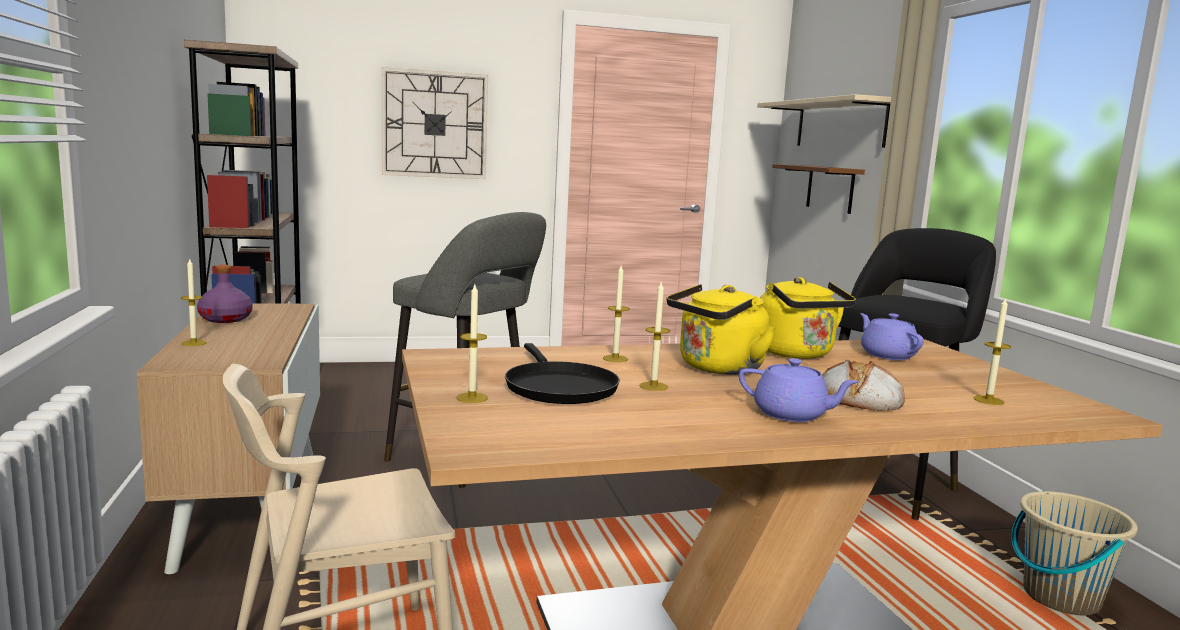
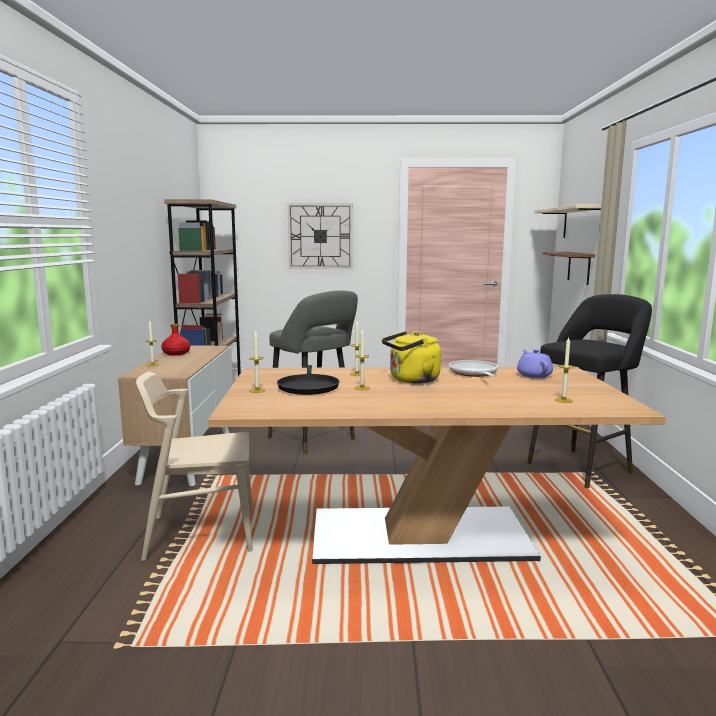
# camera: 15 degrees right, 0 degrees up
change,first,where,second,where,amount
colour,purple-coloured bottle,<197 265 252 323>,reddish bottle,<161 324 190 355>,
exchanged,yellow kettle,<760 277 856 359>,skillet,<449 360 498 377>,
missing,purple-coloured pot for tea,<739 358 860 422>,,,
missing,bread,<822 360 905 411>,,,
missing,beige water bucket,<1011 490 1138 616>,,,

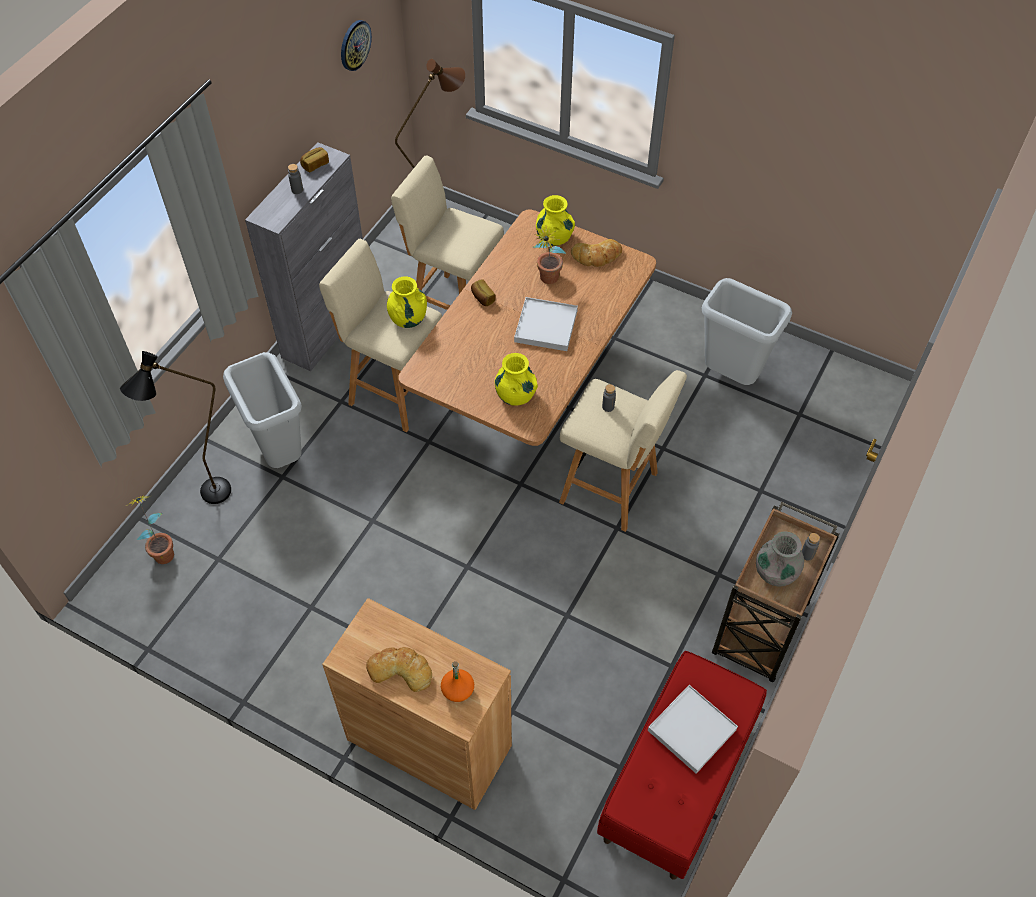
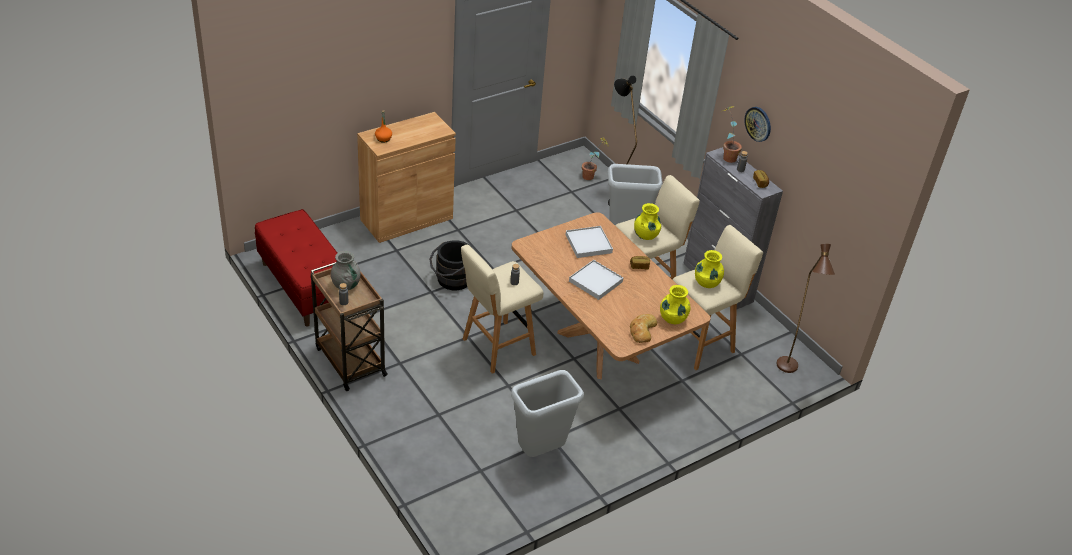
# camera: 115 degrees right, 15 degrees down
change,first,where,second,where,amount
appeared,,,black water bucket,<429 240 469 290>,
relocated,white-coloured tray,<648 685 738 774>,,<566 226 613 258>,
relocated,yellow decorative vase,<495 353 538 406>,,<695 250 724 288>,
relocated,houseplant,<533 228 566 284>,,<723 107 742 163>,
relocated,clock on the wall,<341 20 372 71>,,<744 107 771 142>,
missing,bread,<366 647 432 692>,,,

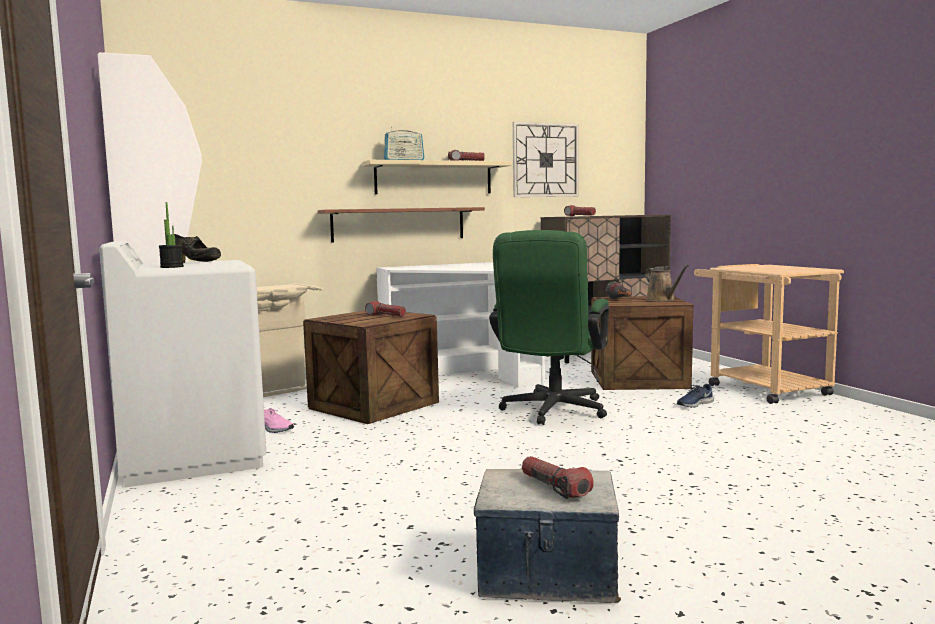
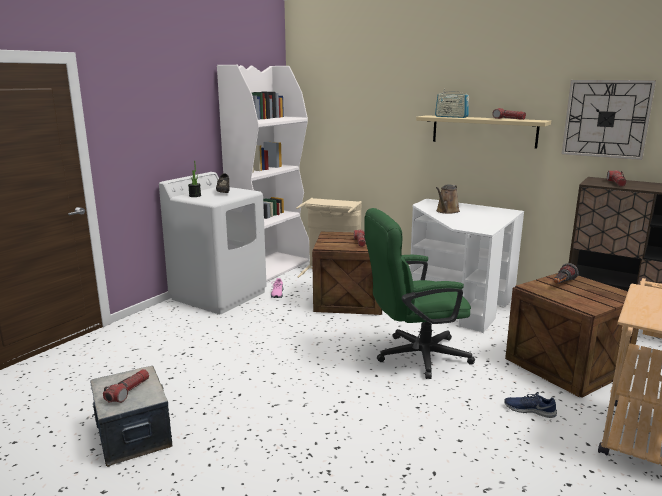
# camera: 55 degrees right, 10 degrees up
change,first,where,second,where,amount
relocated,brown-coloured watering pot,<645 265 689 302>,,<436 185 460 214>,
missing,brown-coloured bracket shelf,<318 207 485 243>,,,

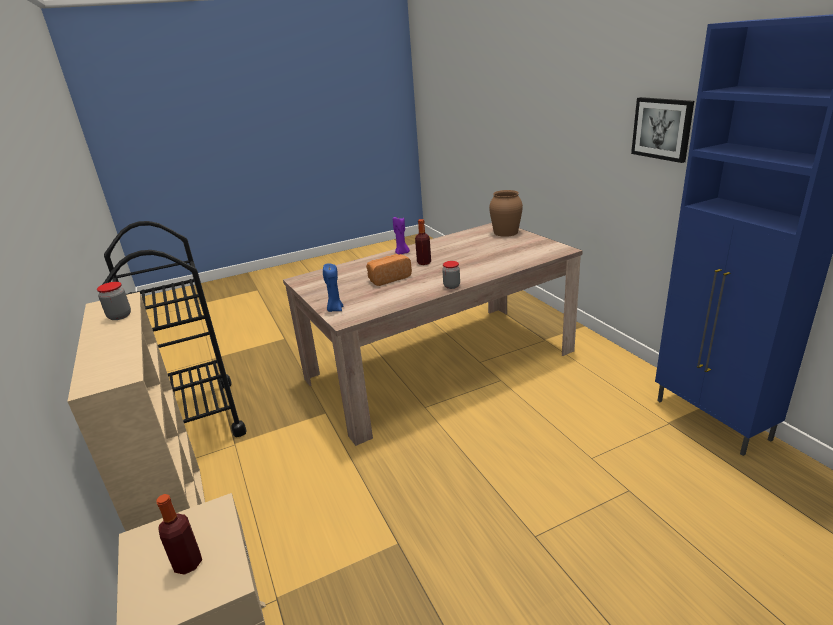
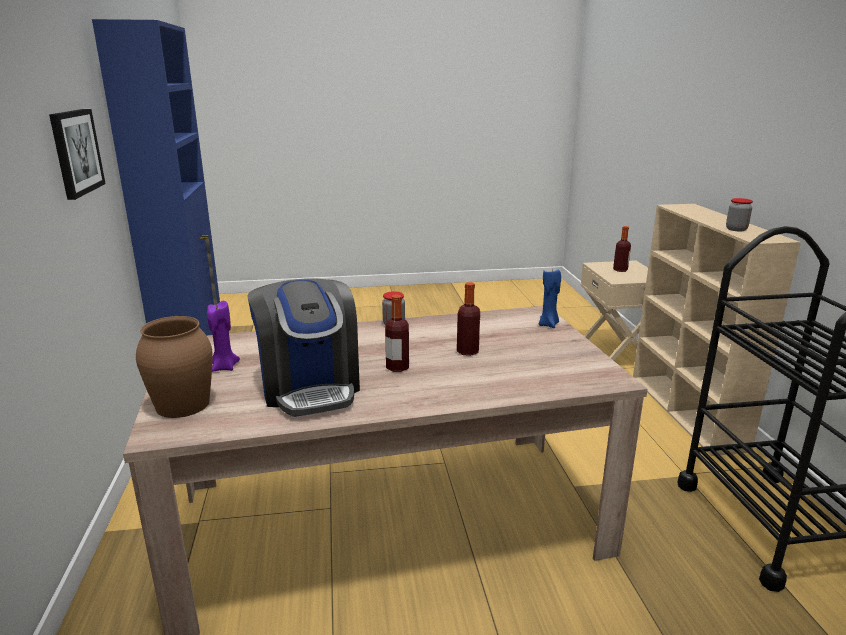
# camera: 165 degrees left, 5 degrees down
change,first,where,second,where,amount
relocated,purple-coloured wax light,<393 217 410 254>,,<207 301 240 372>,
appeared,,,coffee maker,<247 278 360 417>,
exchanged,bread,<366 254 412 286>,bottle,<457 282 480 356>,

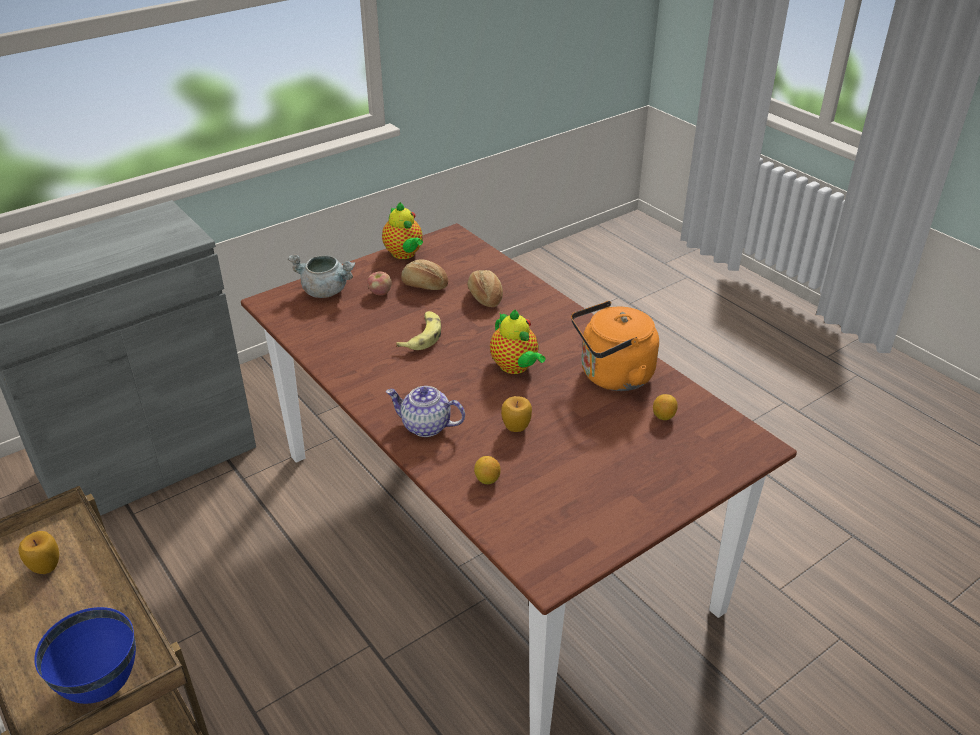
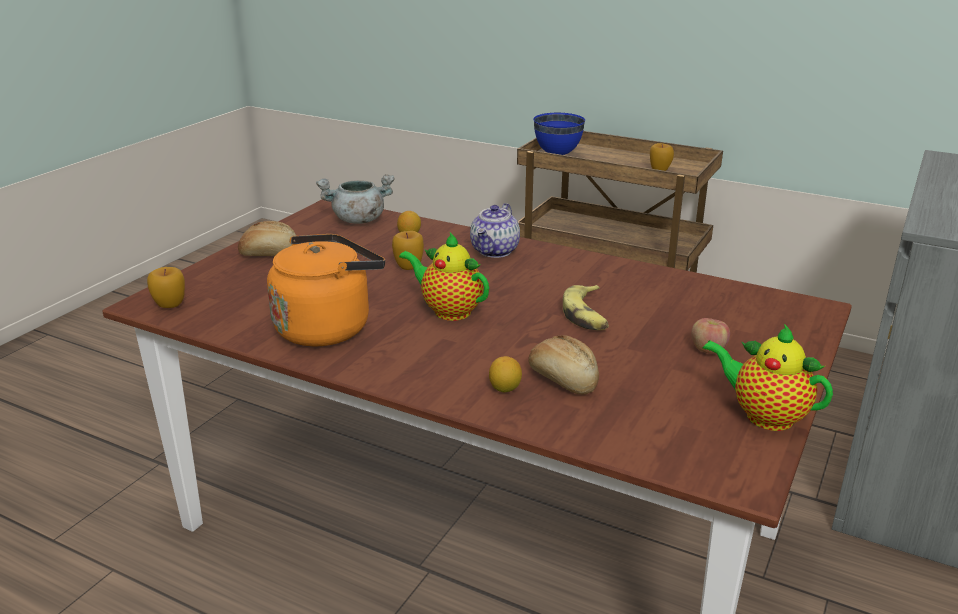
# camera: 155 degrees right, 10 degrees down
change,first,where,second,where,amount
appeared,,,apple,<147 267 185 308>,
relocated,bread,<401 259 448 290>,,<238 221 297 256>,
relocated,greyish saucepot,<288 254 355 298>,,<316 174 395 224>,
spun,pot for tea,<386 386 465 437>,,<470 203 520 258>,120 degrees clockwise
relocated,citrus fruit,<653 394 678 420>,,<489 356 522 392>,

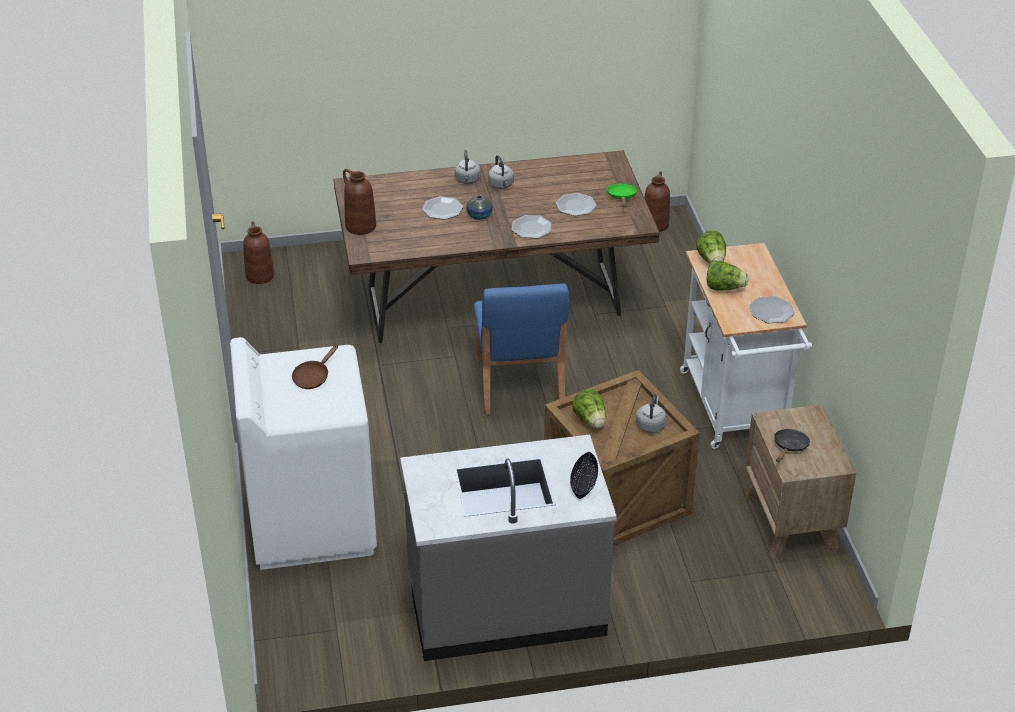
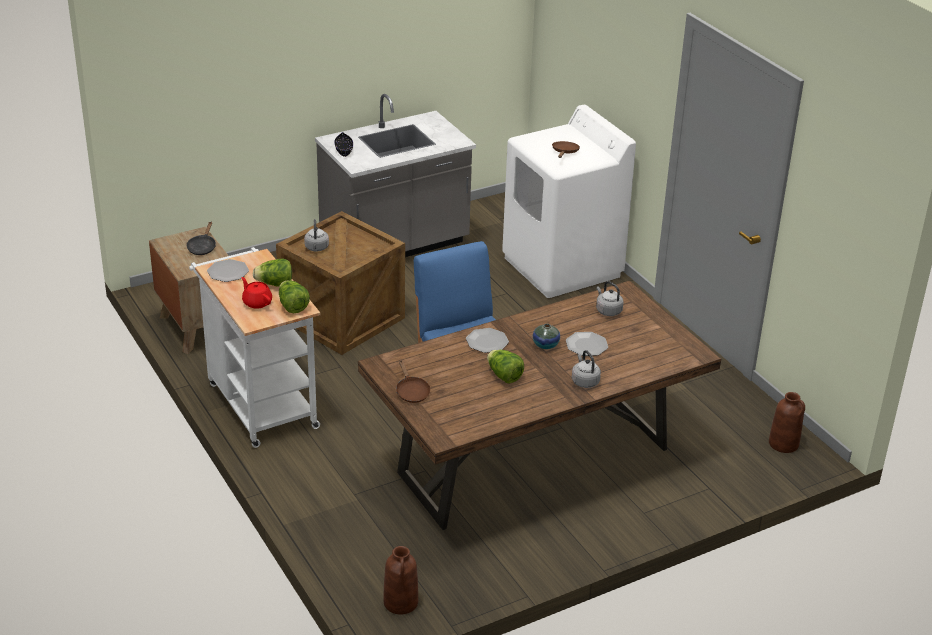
# camera: 160 degrees right, 5 degrees down
change,first,where,second,where,amount
appeared,,,reddish pot for tea,<241 277 272 309>,
colour,green skillet,<606 183 638 207>,brown-coloured skillet,<396 360 430 403>,
relocated,head of lettuce,<572 389 606 428>,,<487 350 524 383>,
relocated,greyish kettle,<488 155 514 189>,,<596 281 623 316>,
missing,brown-coloured decorative vase,<343 169 376 235>,,,
missing,dinner plate,<556 193 597 216>,,,

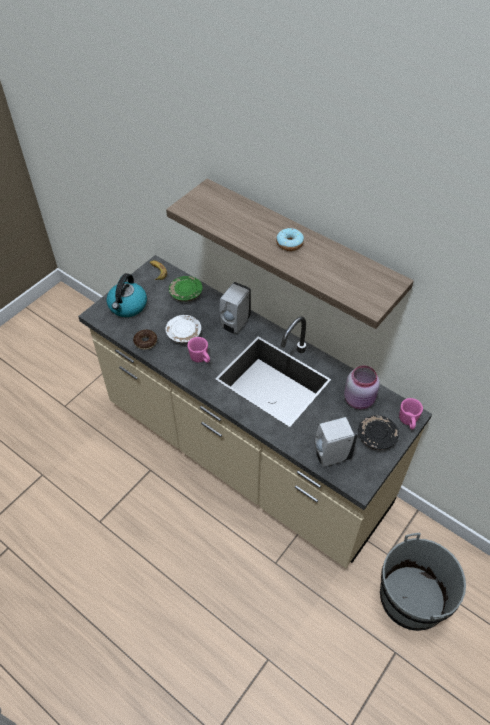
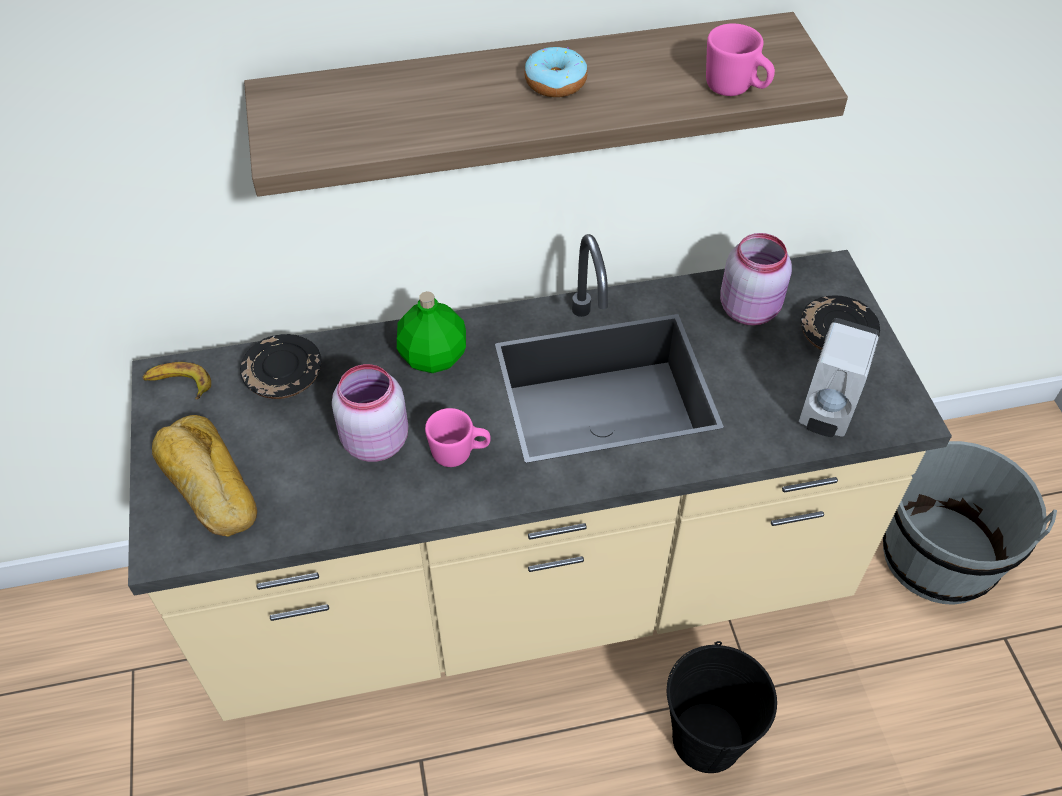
# camera: 50 degrees left, 0 degrees up
change,first,where,second,where,amount
exchanged,kettle,<106 273 147 317>,bread,<152 415 257 537>,
colour,green dinner plate,<169 276 203 302>,black dinner plate,<240 334 321 399>,
exchanged,white-coloured dinner plate,<166 315 201 343>,pinkish preserve jar,<332 364 408 462>,
exchanged,white-coloured liquid soap bottle,<219 282 251 333>,green bottle,<397 291 466 373>,
appeared,,,black water bucket,<667 641 777 773>,
relocated,pinkish coffee mug,<399 398 423 429>,,<706 23 775 96>,
missing,doughnut,<133 329 157 350>,,,

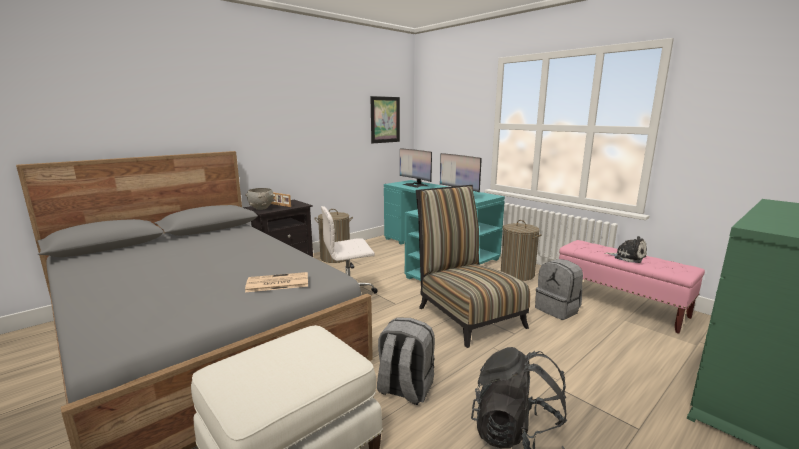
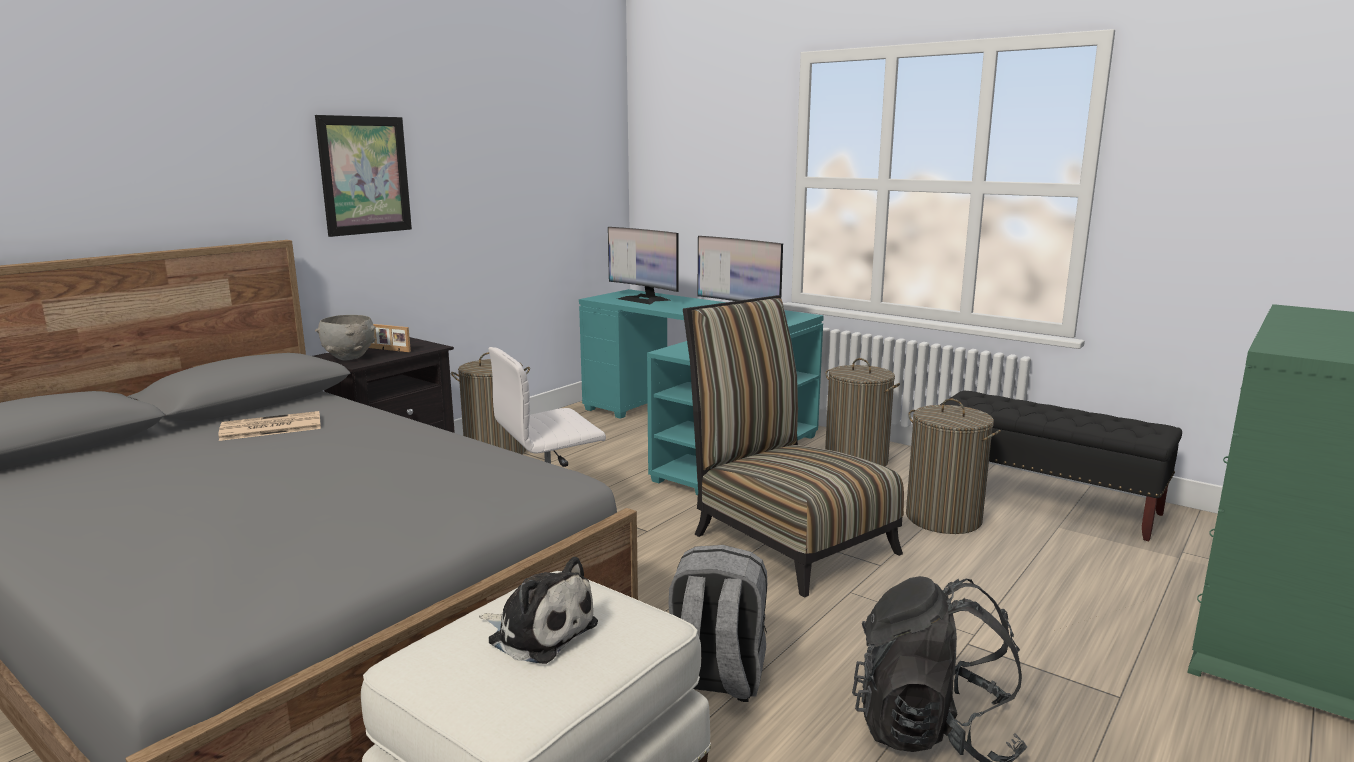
# camera: 10 degrees left, 0 degrees up
change,first,where,second,where,amount
relocated,daily paper,<245 272 308 292>,,<219 411 321 441>,
relocated,wall art,<370 96 400 143>,,<315 115 412 237>,
relocated,cuddly toy,<604 236 647 263>,,<479 557 598 664>,
exchanged,greyish knapsack,<535 259 583 320>,hamper,<906 398 1001 534>,
colour,pinkish bench,<559 240 705 333>,black bench,<940 390 1182 541>,

